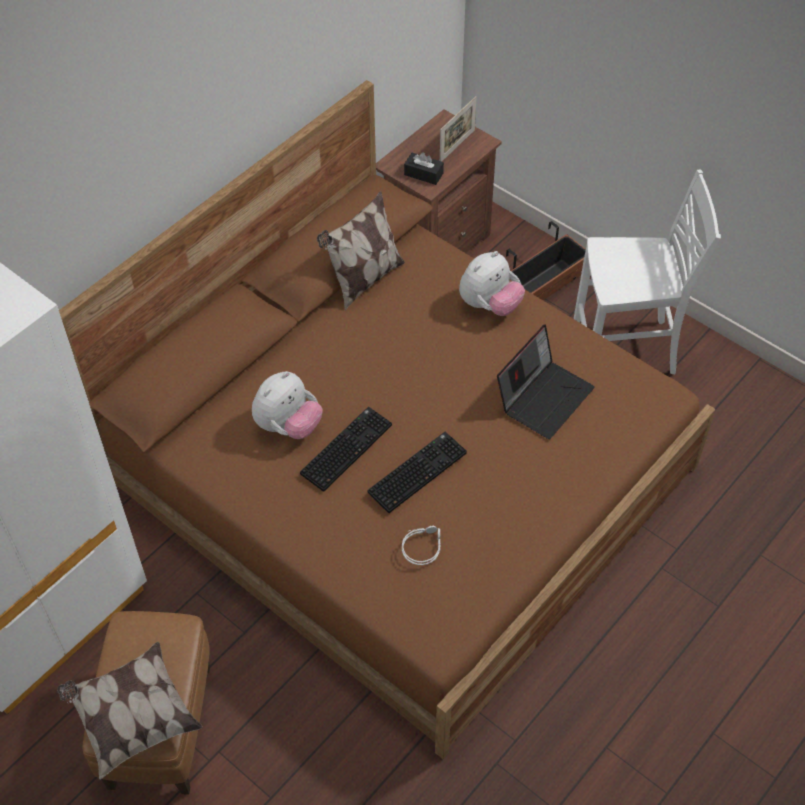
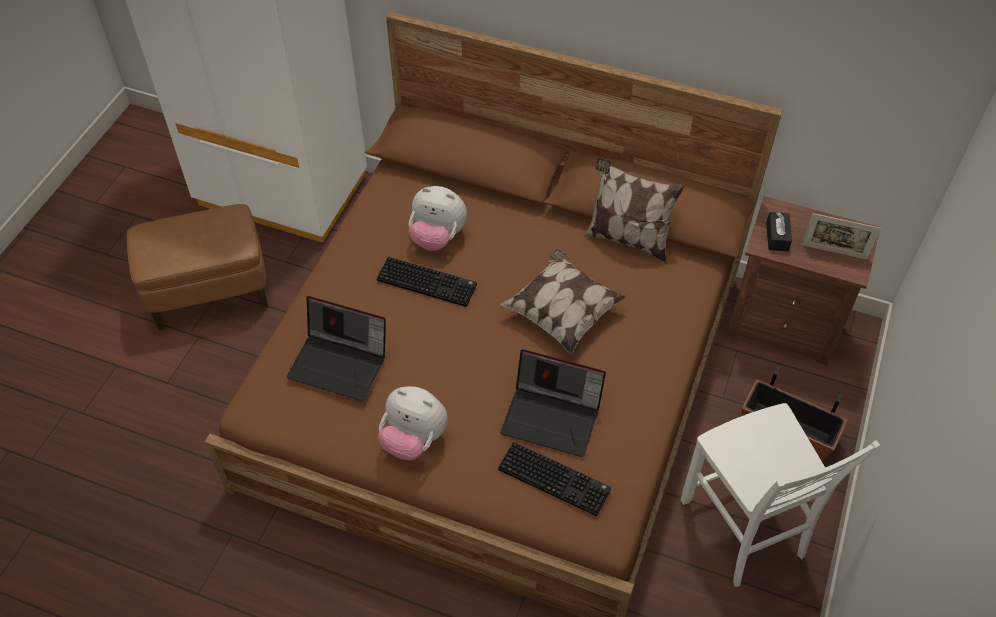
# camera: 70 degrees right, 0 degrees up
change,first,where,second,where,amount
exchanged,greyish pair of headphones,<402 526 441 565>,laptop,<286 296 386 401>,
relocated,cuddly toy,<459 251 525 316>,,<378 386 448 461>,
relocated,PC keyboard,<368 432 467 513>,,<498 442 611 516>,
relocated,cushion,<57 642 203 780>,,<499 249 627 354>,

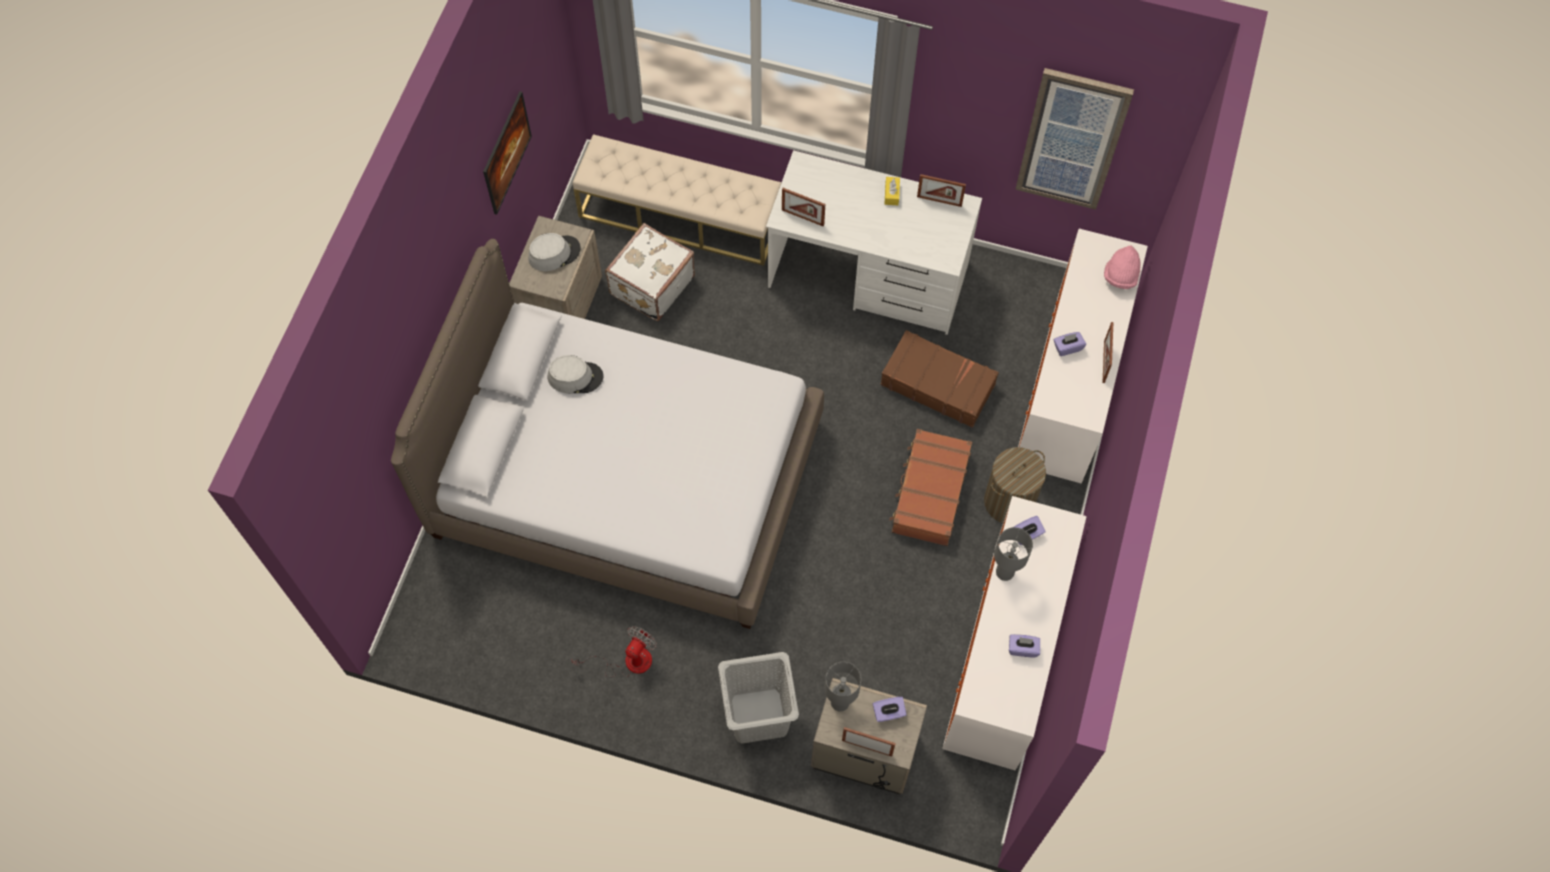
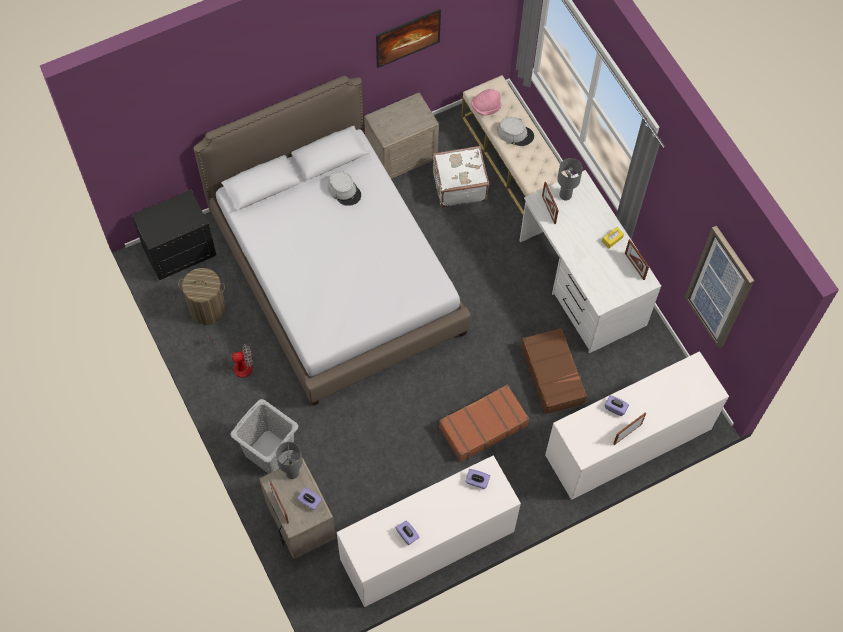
# camera: 45 degrees right, 0 degrees up
change,first,where,second,where,amount
appeared,,,black bedside table,<132 190 216 280>,
relocated,hamper,<984 447 1046 523>,,<178 268 226 325>,
relocated,pinkish hat,<1104 246 1141 289>,,<471 89 501 116>,
relocated,greyish hat,<528 233 581 271>,,<497 117 534 146>,
relocated,greyish lamp for a table,<994 527 1033 581>,,<557 158 583 201>,

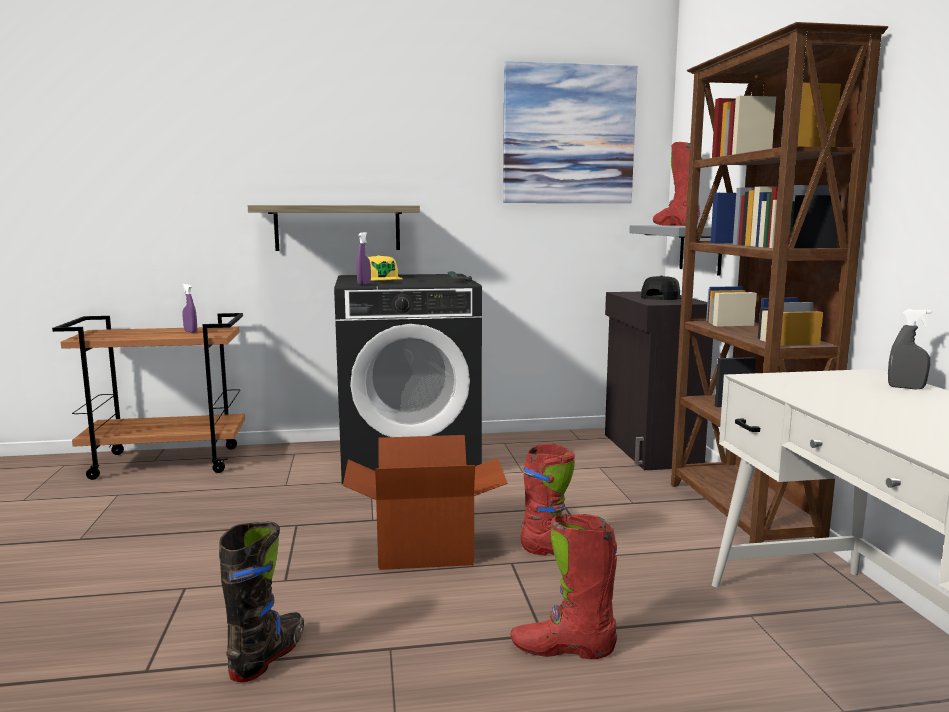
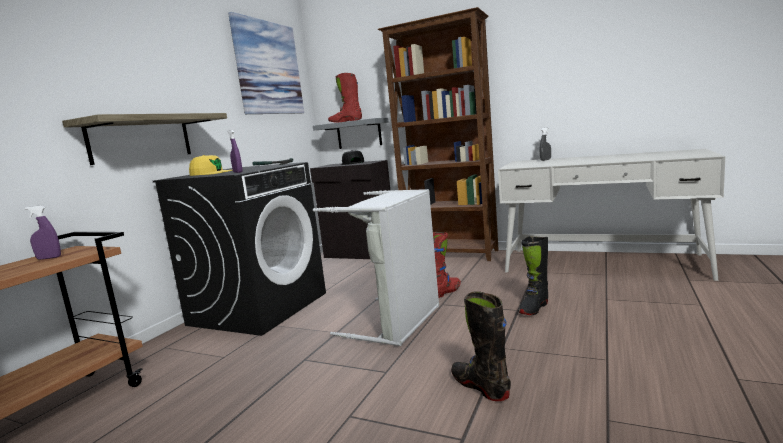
# camera: 55 degrees left, 0 degrees up
change,first,where,second,where,amount
exchanged,carton,<343 435 508 570>,greyish hamper,<313 189 439 346>,
colour,reddish boot,<511 514 617 659>,black boot,<518 236 548 315>,

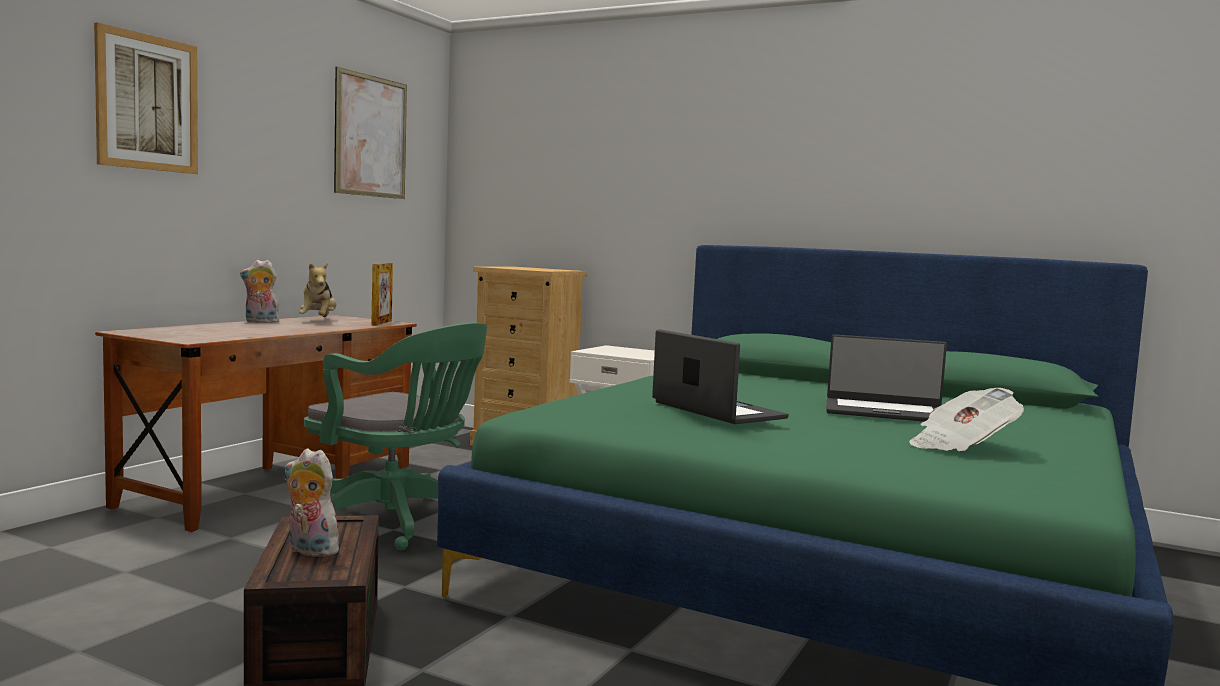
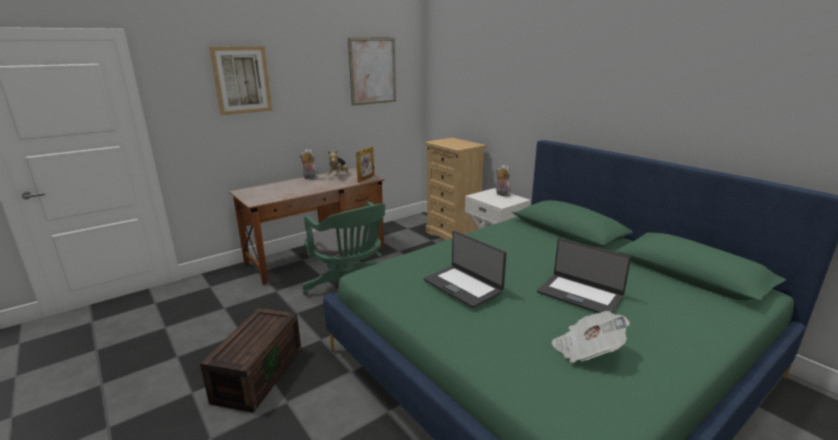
# camera: 25 degrees right, 15 degrees up
change,first,where,second,where,amount
spun,laptop,<652 329 789 424>,,<423 231 506 308>,150 degrees clockwise
relocated,cuddly toy,<285 449 343 557>,,<496 165 511 197>,

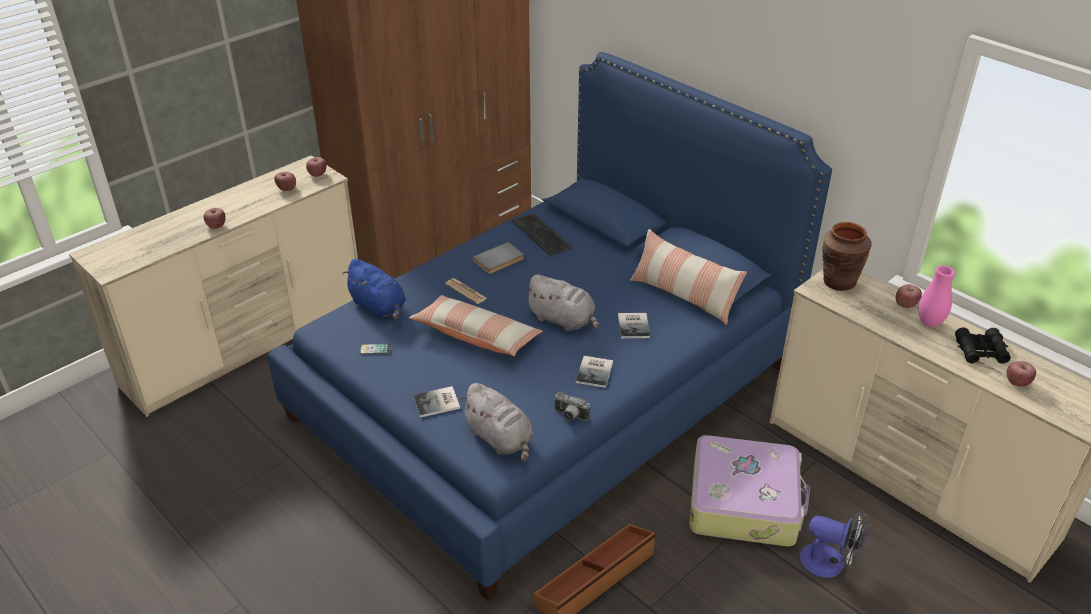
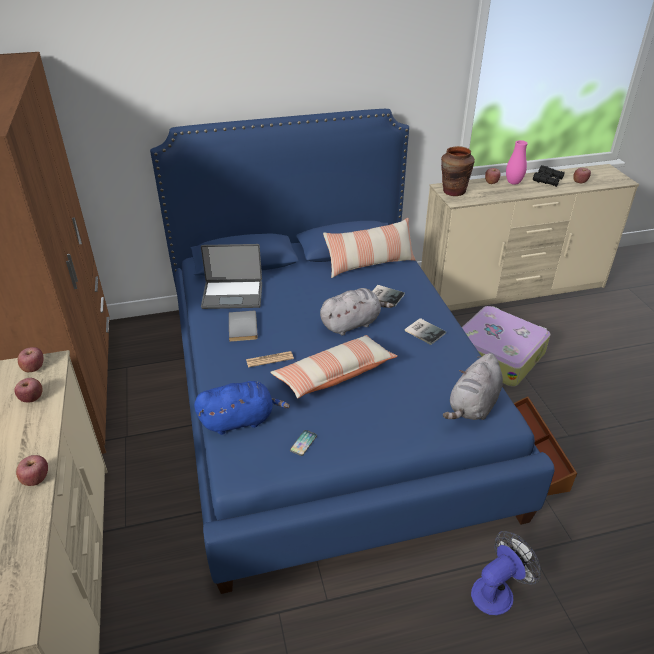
# camera: 60 degrees left, 0 degrees up
change,first,where,second,where,amount
exchanged,PC keyboard,<512 213 573 256>,laptop,<201 244 262 309>,
spun,greyish cuddly toy,<460 383 534 461>,,<443 353 503 420>,135 degrees clockwise
relocated,electric fan,<800 511 868 578>,,<471 531 541 615>,
missing,volume,<413 386 460 418>,,,
missing,still camera,<554 391 590 421>,,,

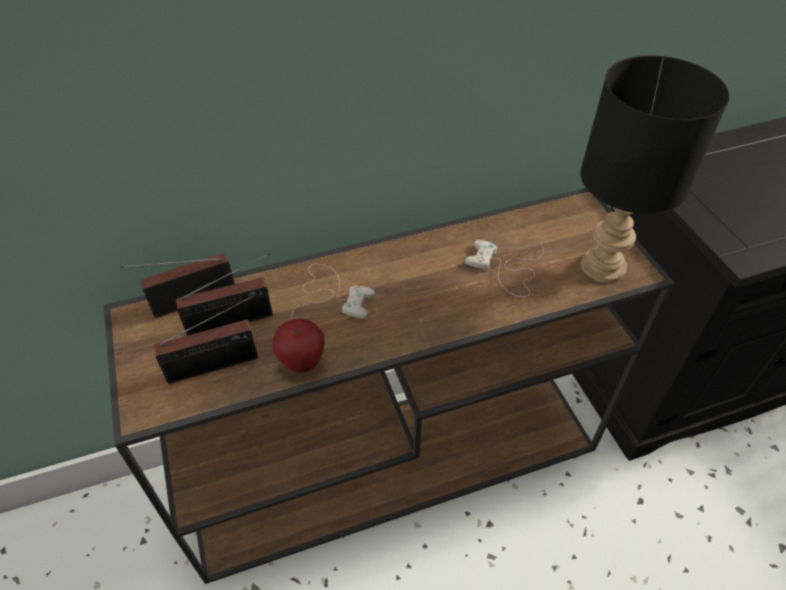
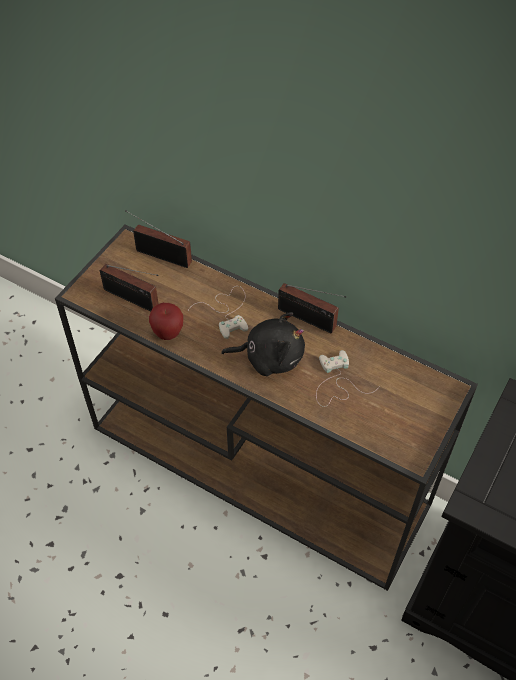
# camera: 50 degrees right, 5 degrees up
change,first,where,second,where,amount
appeared,,,black cuddly toy,<221 312 305 376>,
relocated,radio set,<176 253 273 336>,,<278 283 347 333>,
missing,black lamp for a table,<580 56 730 283>,,,

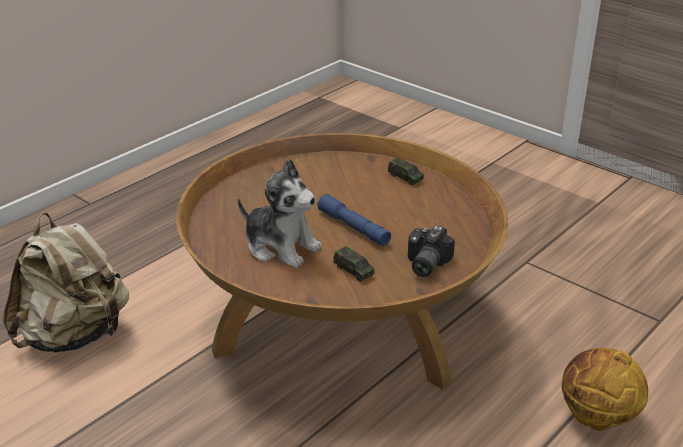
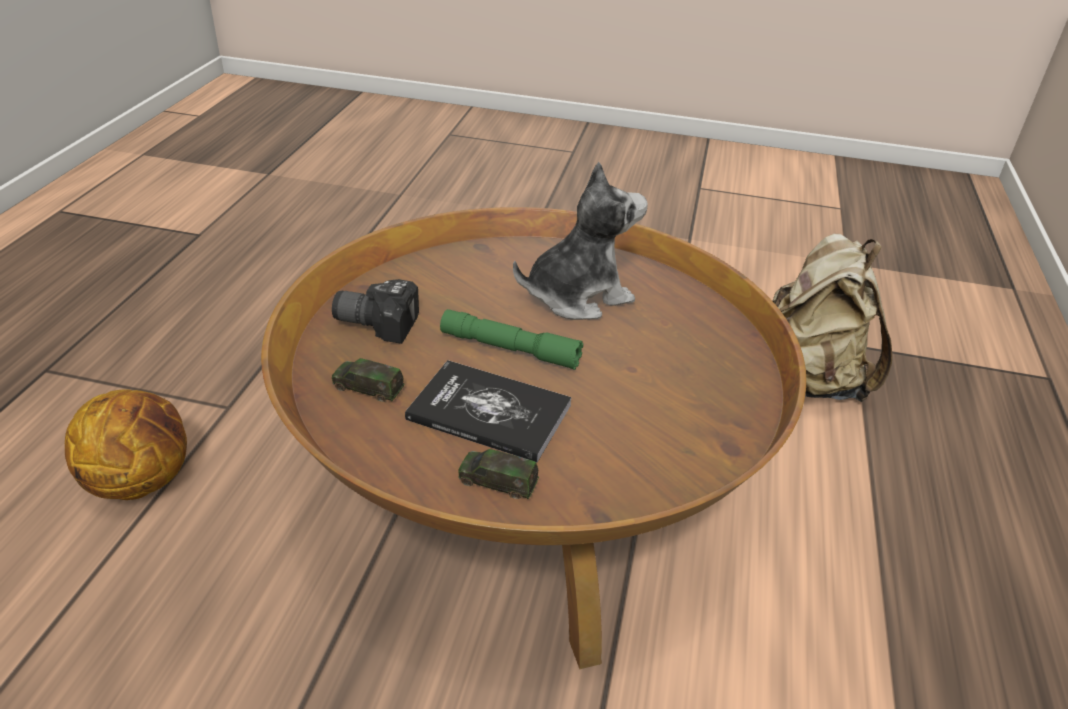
# camera: 150 degrees right, 5 degrees up
change,first,where,second,where,amount
spun,still camera,<408 225 455 277>,,<332 279 419 344>,75 degrees counterclockwise
relocated,model car,<333 246 375 282>,,<332 358 404 402>,
appeared,,,volume,<405 360 572 462>,
colour,bluish flashlight,<317 194 391 246>,green flashlight,<440 309 583 370>,
spun,cuddly toy,<238 159 322 268>,,<513 162 648 320>,150 degrees clockwise

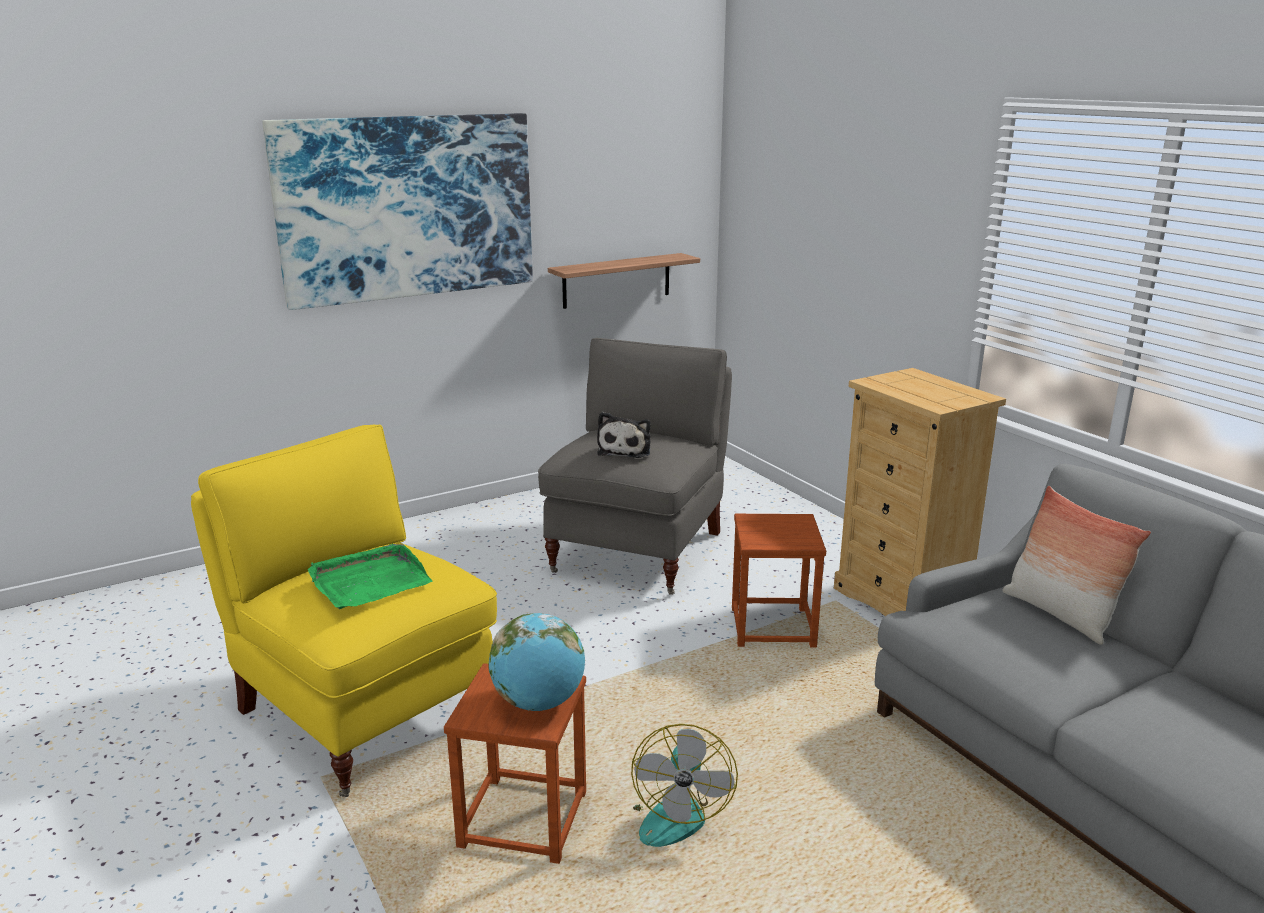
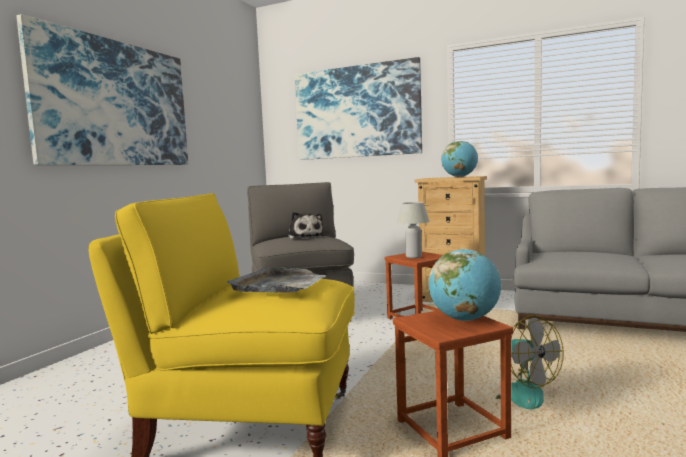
# camera: 35 degrees left, 15 degrees down
change,first,where,second,where,amount
colour,green tray,<308 544 432 609>,greyish tray,<227 267 326 293>,
appeared,,,wall art,<295 57 422 160>,
appeared,,,white-coloured lamp for a table,<397 202 430 258>,
appeared,,,globe,<441 141 478 177>,
missing,bracket shelf,<548 253 700 309>,,,
missing,cushion,<1003 486 1151 645>,,,

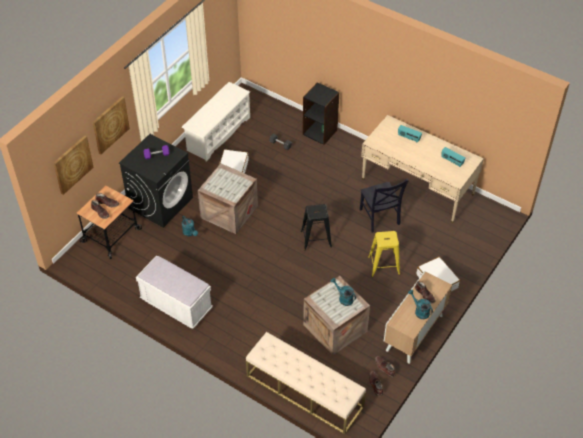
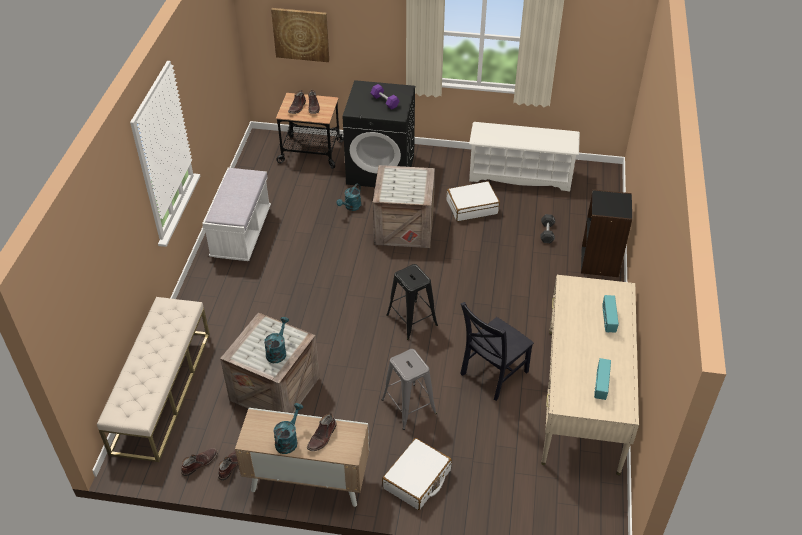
# camera: 65 degrees right, 5 degrees down
change,first,where,second,where,amount
colour,yellow stool,<368 231 400 277>,greyish stool,<381 349 437 430>,
missing,wall art,<93 96 130 155>,,,

